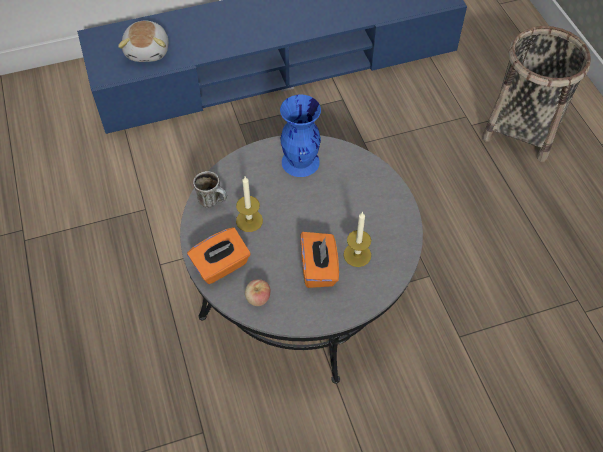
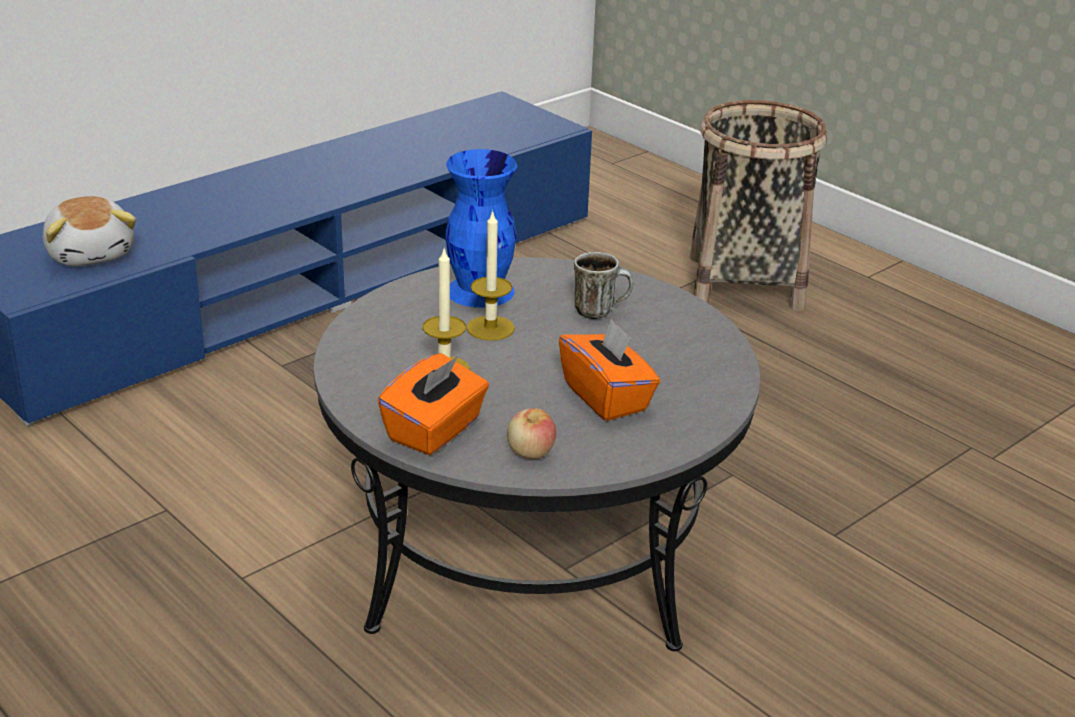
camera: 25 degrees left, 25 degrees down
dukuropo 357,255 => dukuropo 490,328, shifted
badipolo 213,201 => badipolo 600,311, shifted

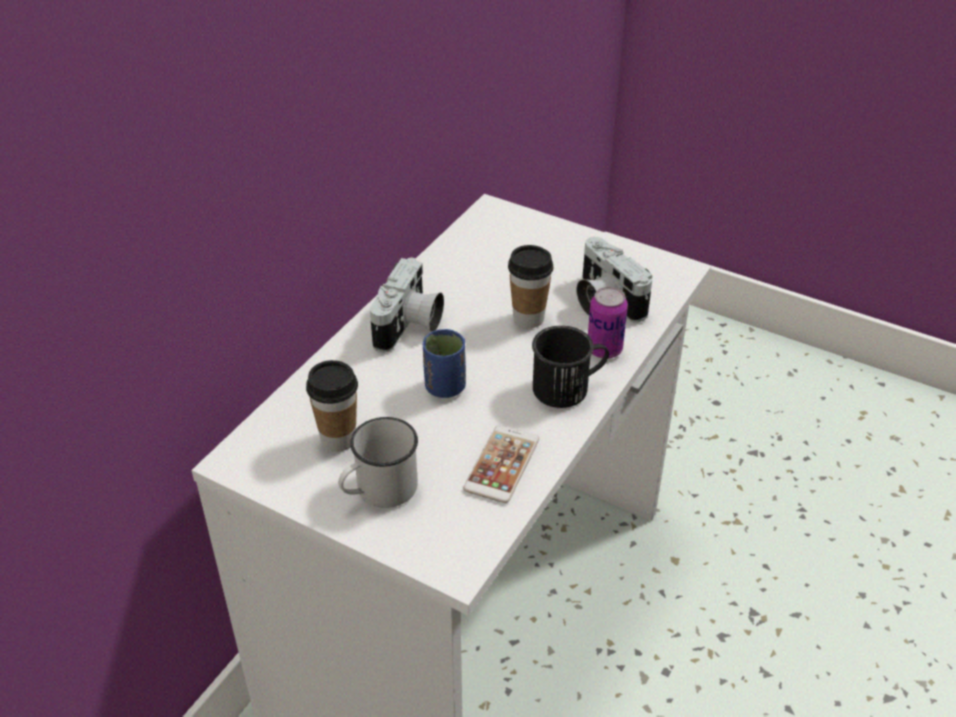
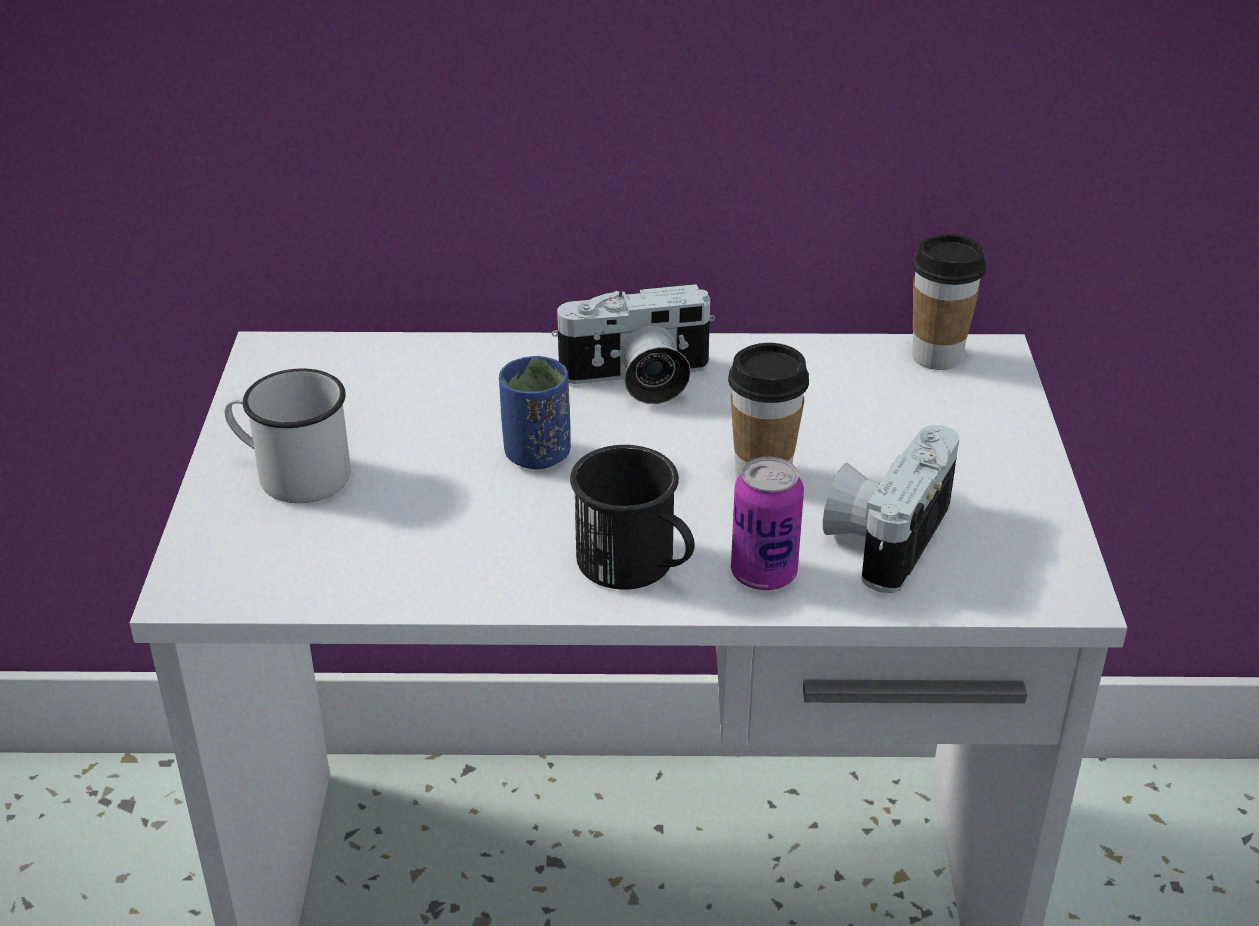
camera: 60 degrees right, 5 degrees down
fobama 338,439 => fobama 936,356, shifted
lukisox 502,464 => nothing

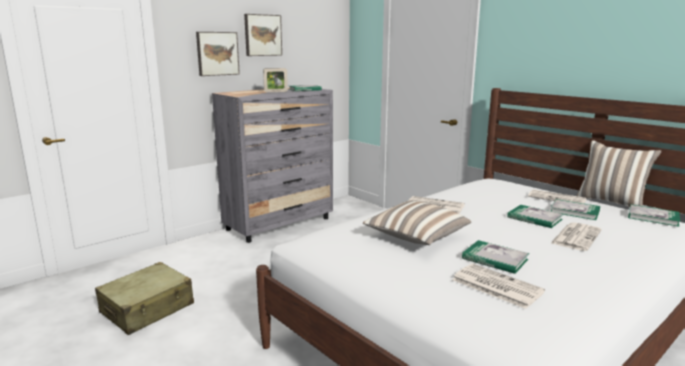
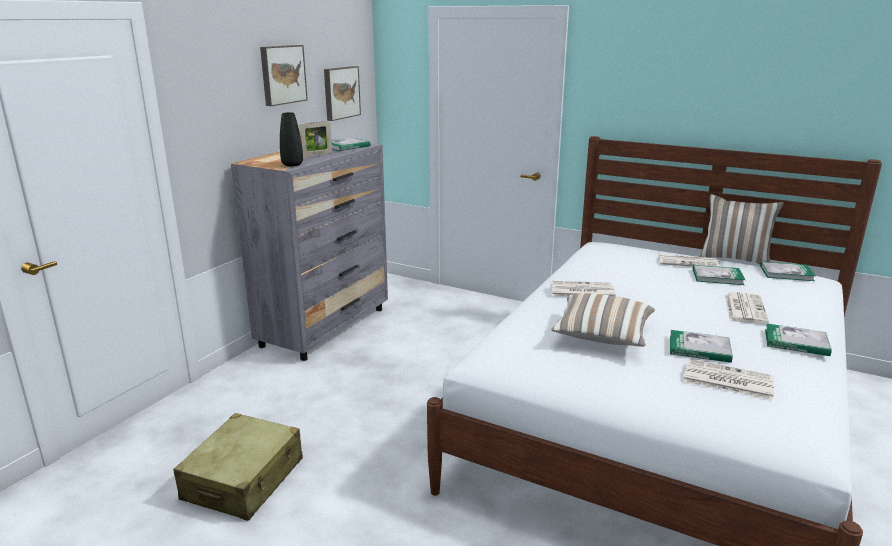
camera: 20 degrees left, 5 degrees up
nothing => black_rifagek 292,165
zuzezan 217,53 => zuzezan 340,92, shifted
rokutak 534,218 => rokutak 796,342, shifted

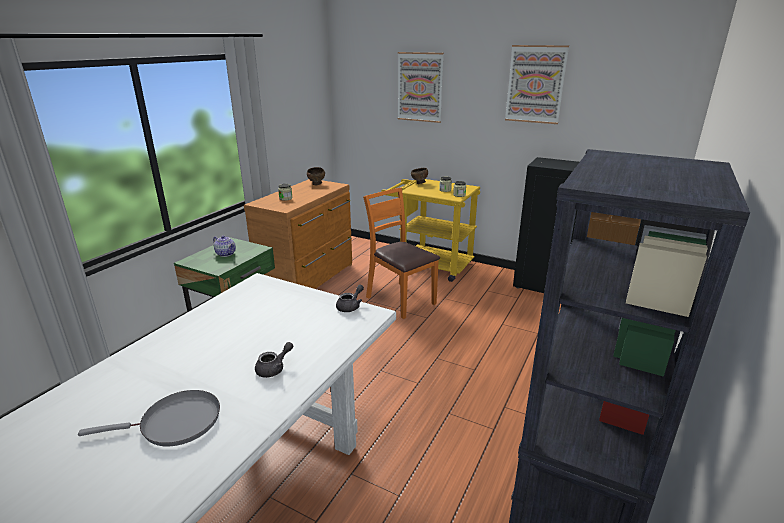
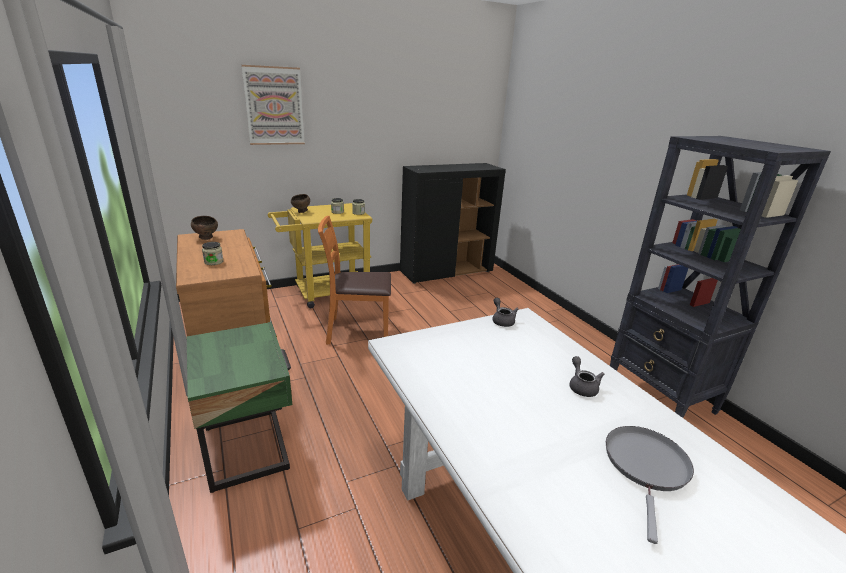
camera: 55 degrees left, 0 degrees up
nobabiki 226,253 => nothing
zuzezan 535,84 => nothing

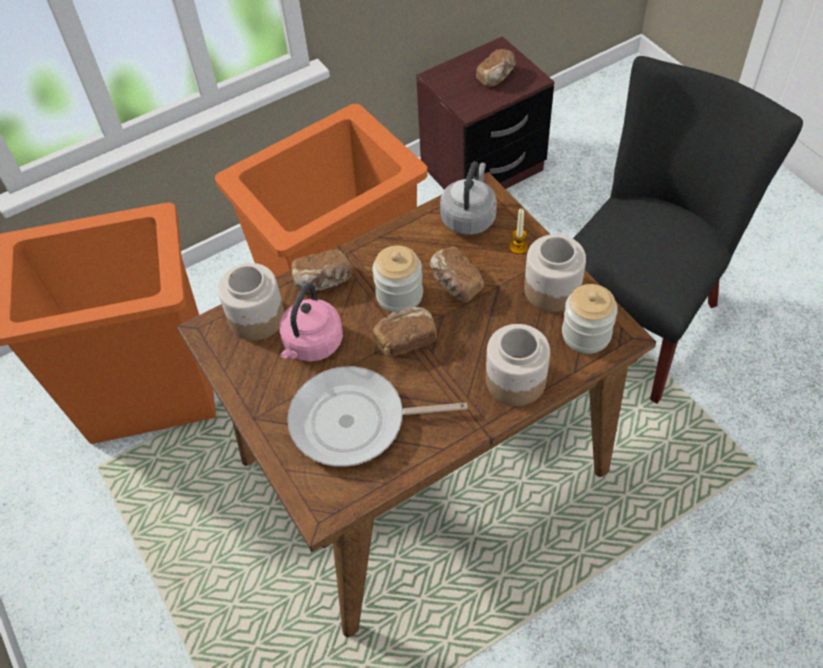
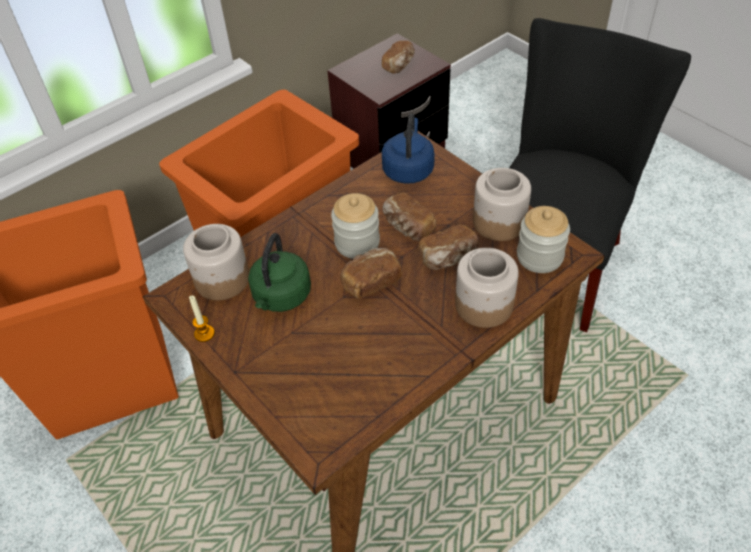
camera: 10 degrees left, 5 degrees down
dukuropo 518,247 => dukuropo 204,333, shifted
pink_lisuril 312,345 => green_lisuril 281,297
grey_lisuril 469,217 => blue_lisuril 408,169
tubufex 323,281 => tubufex 448,258, shifted
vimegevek 355,422 => nothing

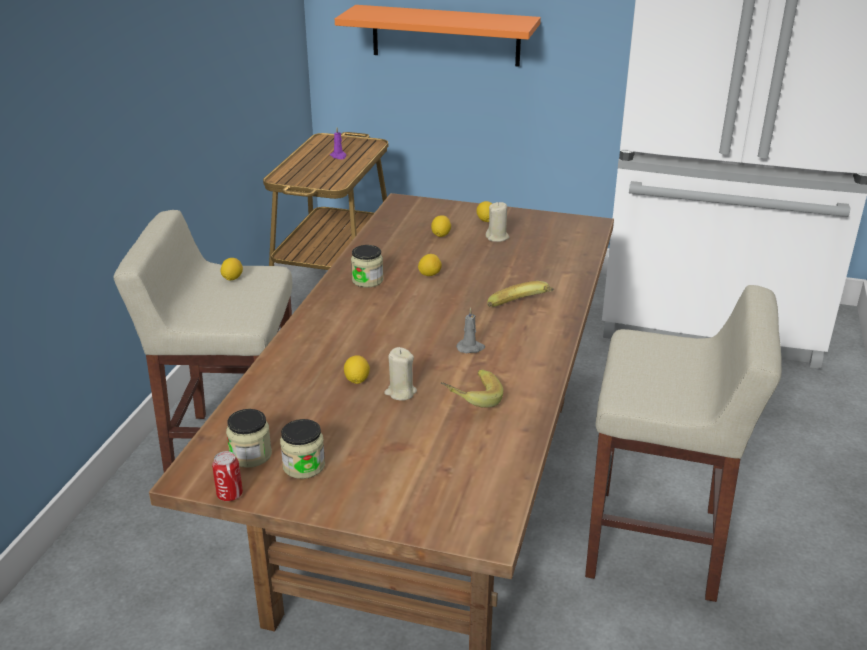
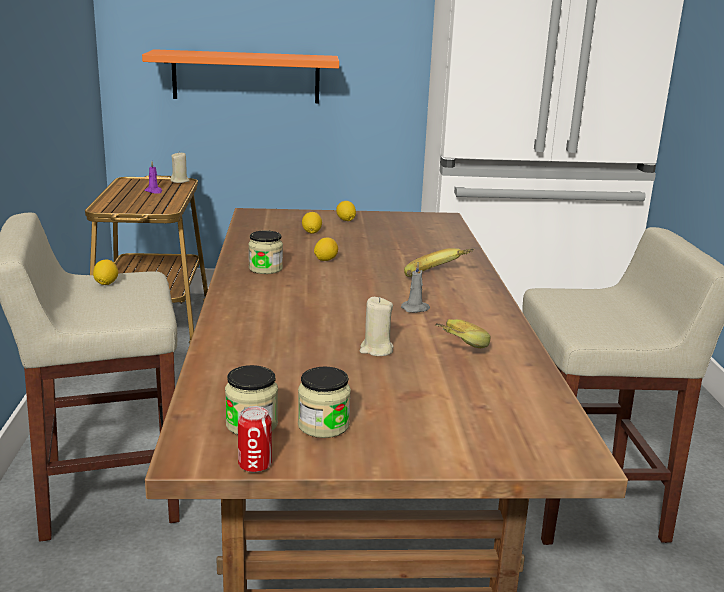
camera: 20 degrees left, 10 degrees down
beige_dukuropo 497,237 => beige_dukuropo 180,181, shifted
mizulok 357,380 => nothing

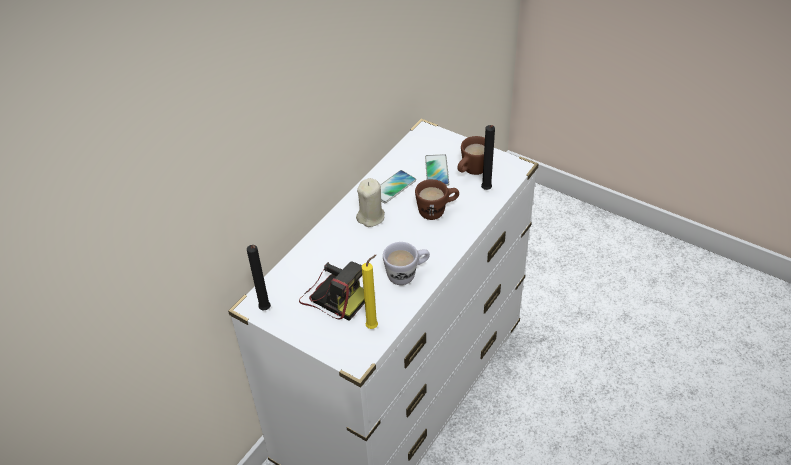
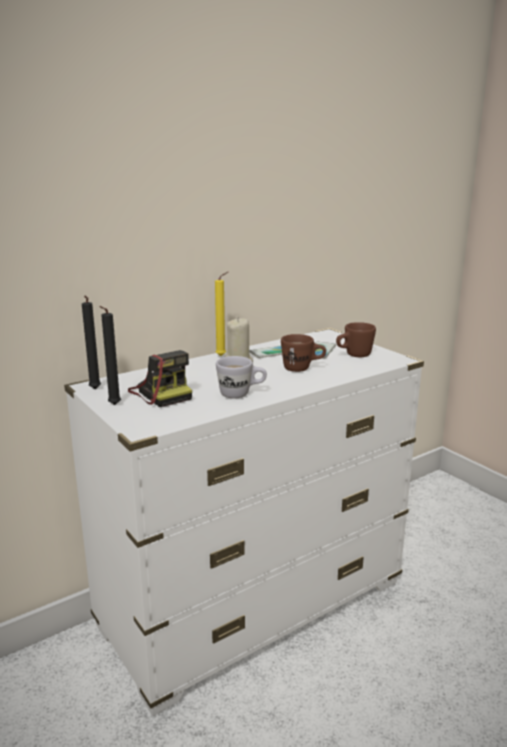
camera: 20 degrees right, 25 degrees down
black_dukuropo 486,190 => black_dukuropo 113,405, shifted
yellow_dukuropo 374,326 => yellow_dukuropo 222,356, shifted

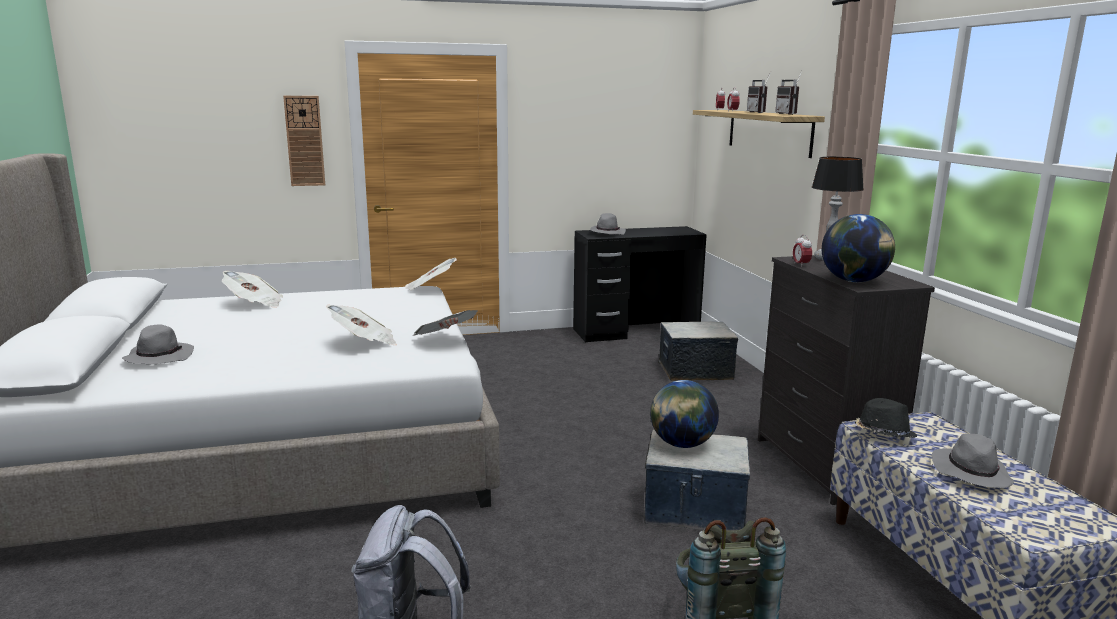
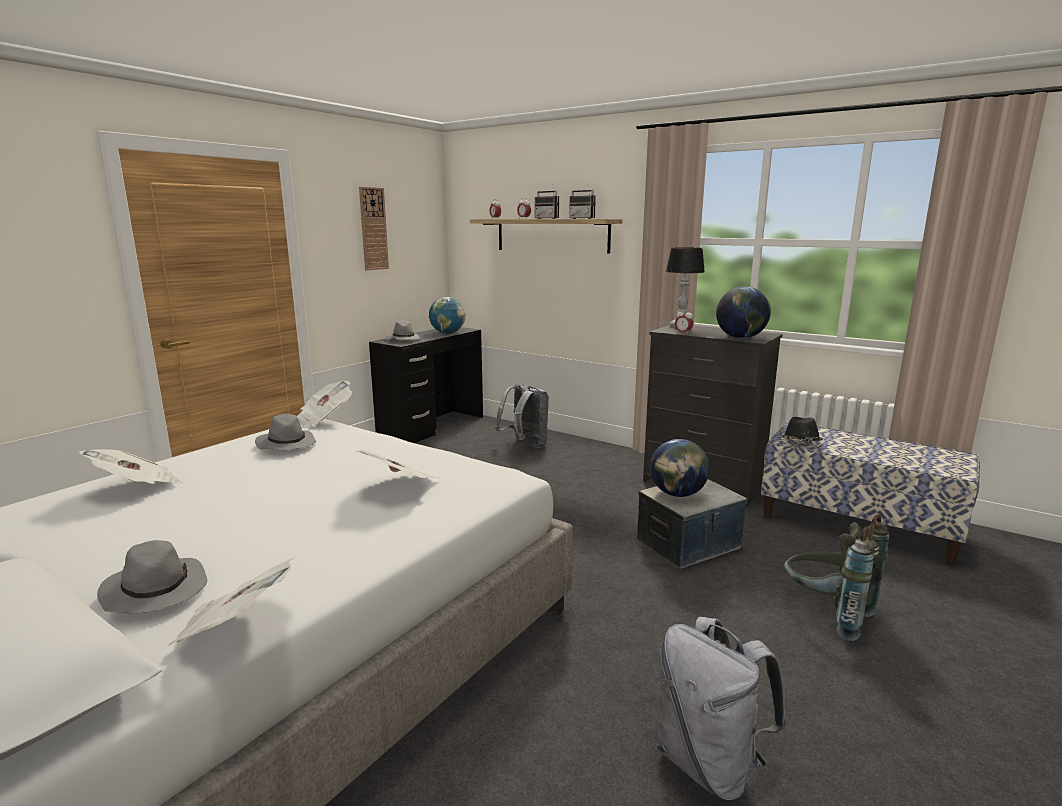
camera: 40 degrees left, 0 degrees up
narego 445,340 => narego 237,628, shifted
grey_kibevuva 970,472 => grey_kibevuva 286,444, shifted
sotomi 304,141 => sotomi 373,229, shifted
nothing => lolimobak 447,333
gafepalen 695,371 => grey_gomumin 525,445

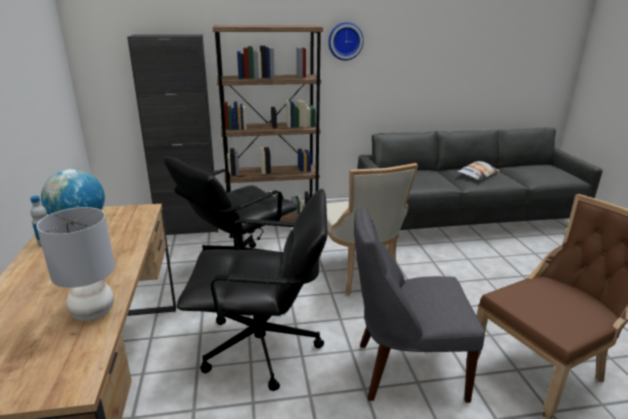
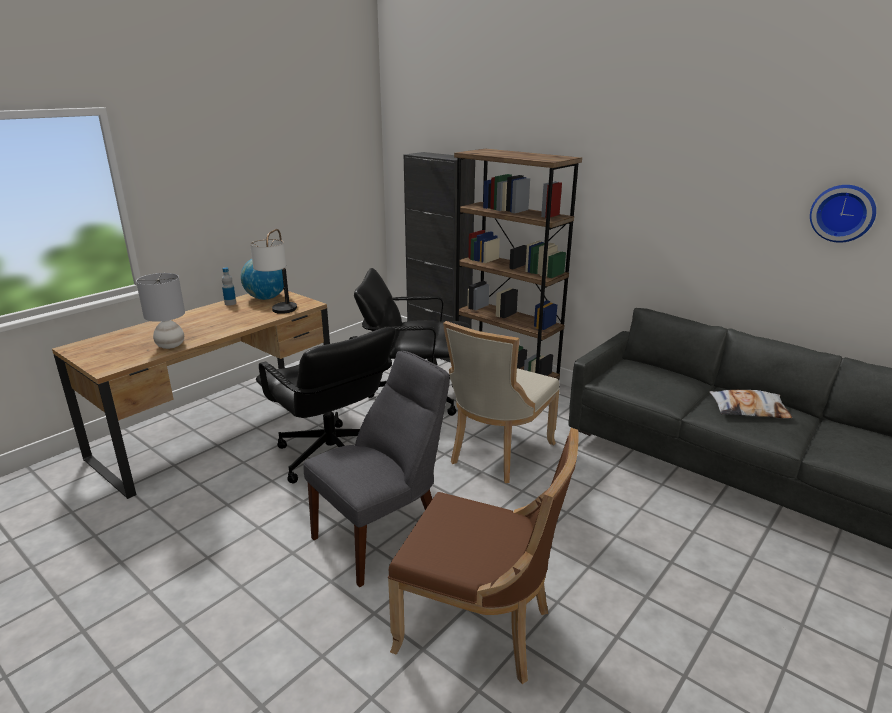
camera: 50 degrees right, 0 degrees up
nothing => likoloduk 279,313
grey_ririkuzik 404,370 => grey_ririkuzik 383,535, 90 degrees clockwise
sotomi 345,41 => sotomi 843,213, shifted

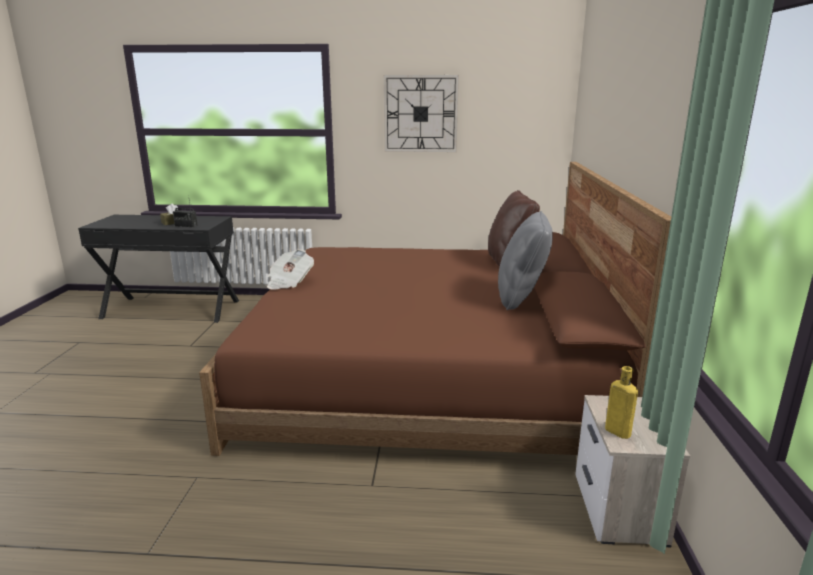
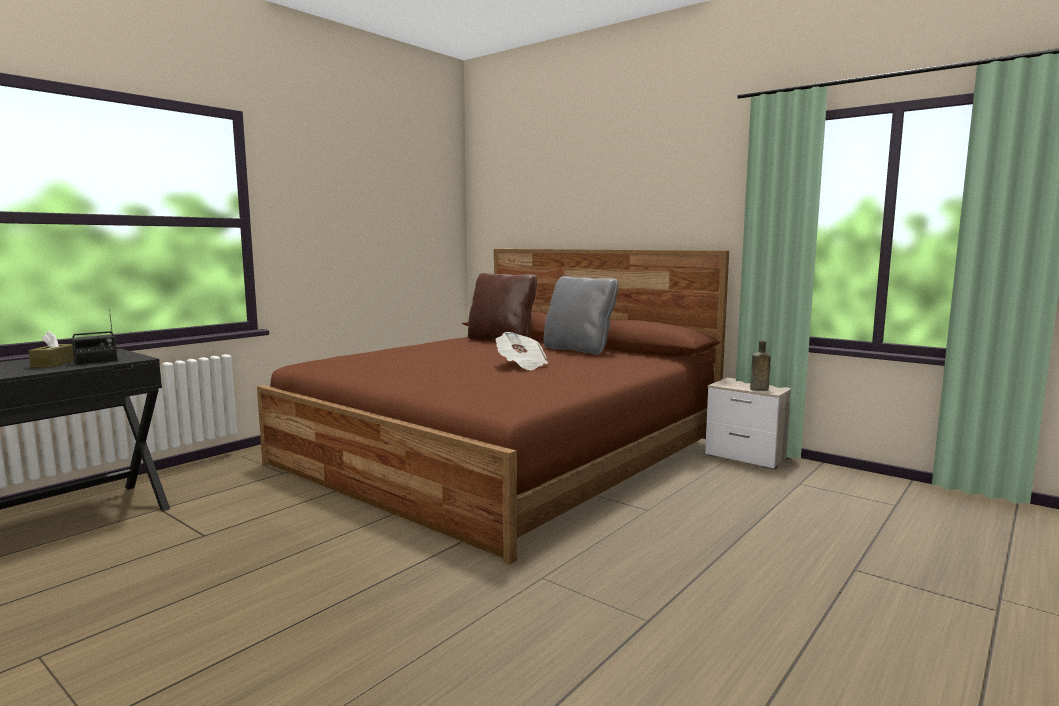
camera: 55 degrees left, 10 degrees down
narego 289,282 => narego 521,365, shifted
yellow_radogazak 616,431 => brown_radogazak 758,389
sotomi 420,114 => nothing

